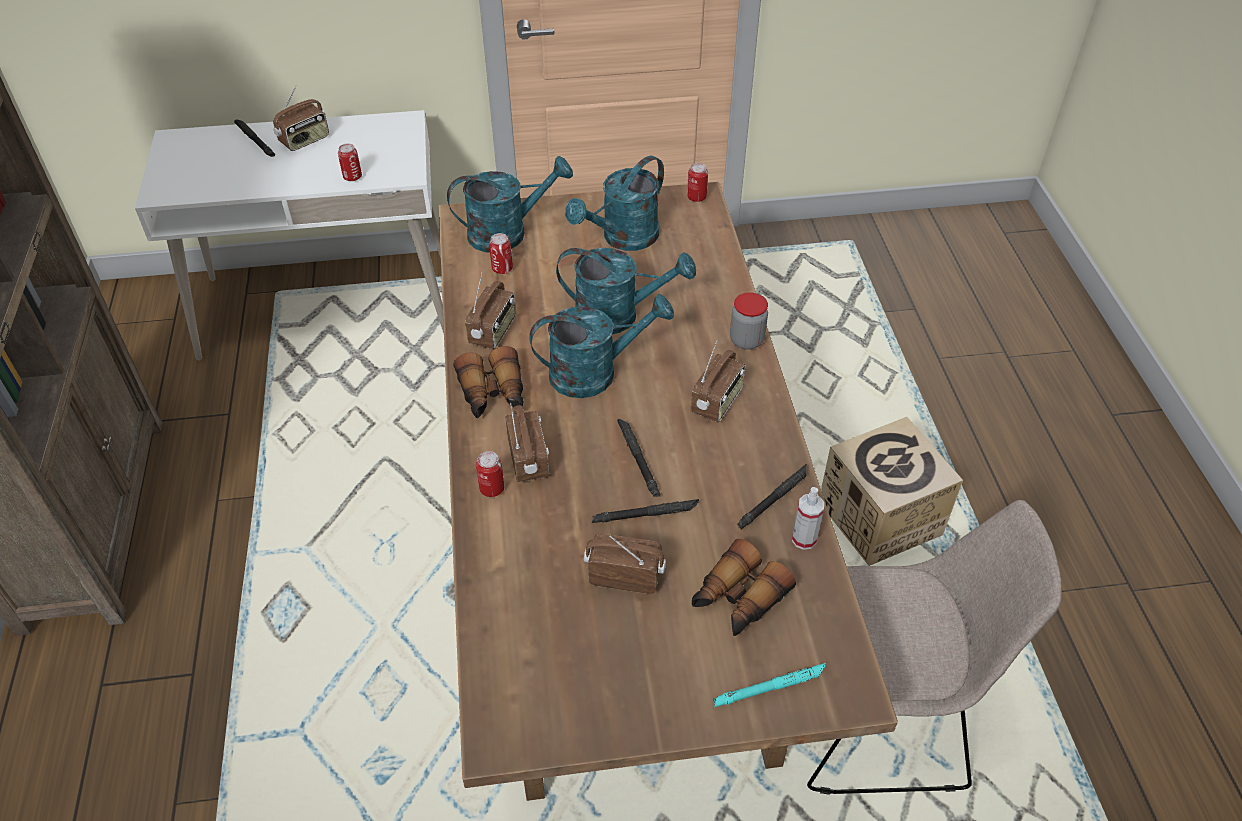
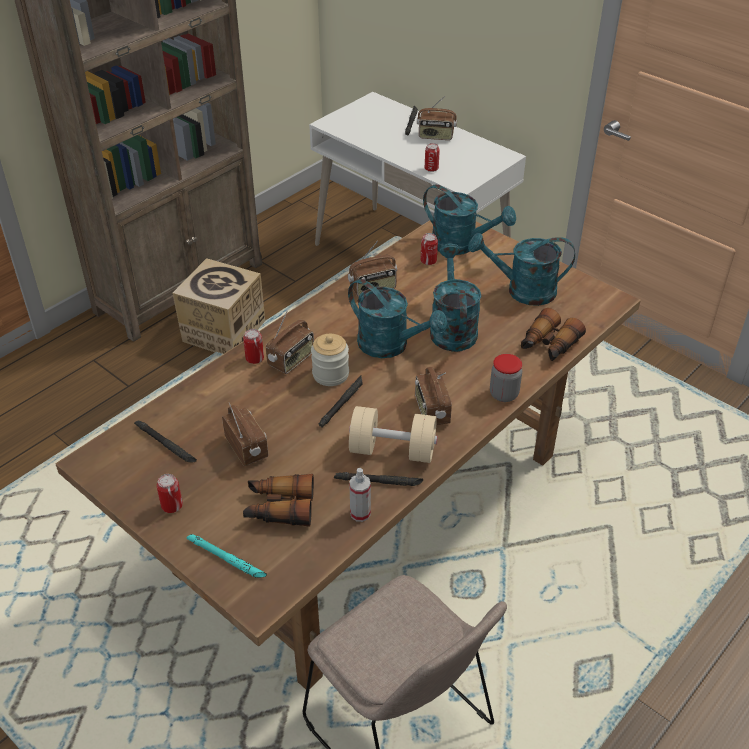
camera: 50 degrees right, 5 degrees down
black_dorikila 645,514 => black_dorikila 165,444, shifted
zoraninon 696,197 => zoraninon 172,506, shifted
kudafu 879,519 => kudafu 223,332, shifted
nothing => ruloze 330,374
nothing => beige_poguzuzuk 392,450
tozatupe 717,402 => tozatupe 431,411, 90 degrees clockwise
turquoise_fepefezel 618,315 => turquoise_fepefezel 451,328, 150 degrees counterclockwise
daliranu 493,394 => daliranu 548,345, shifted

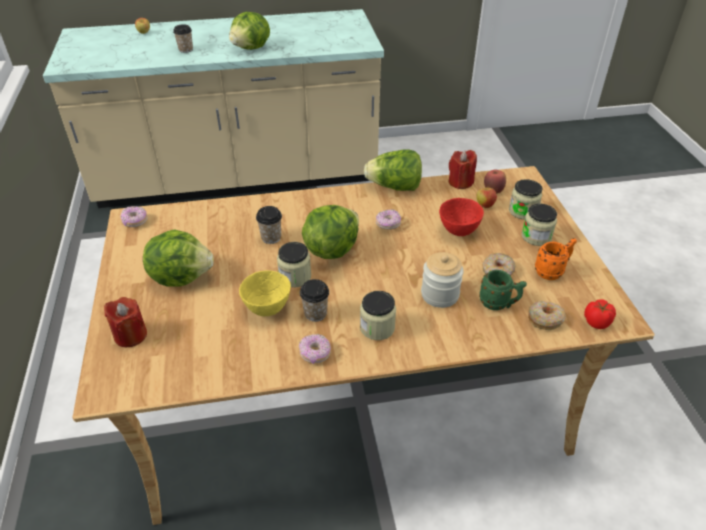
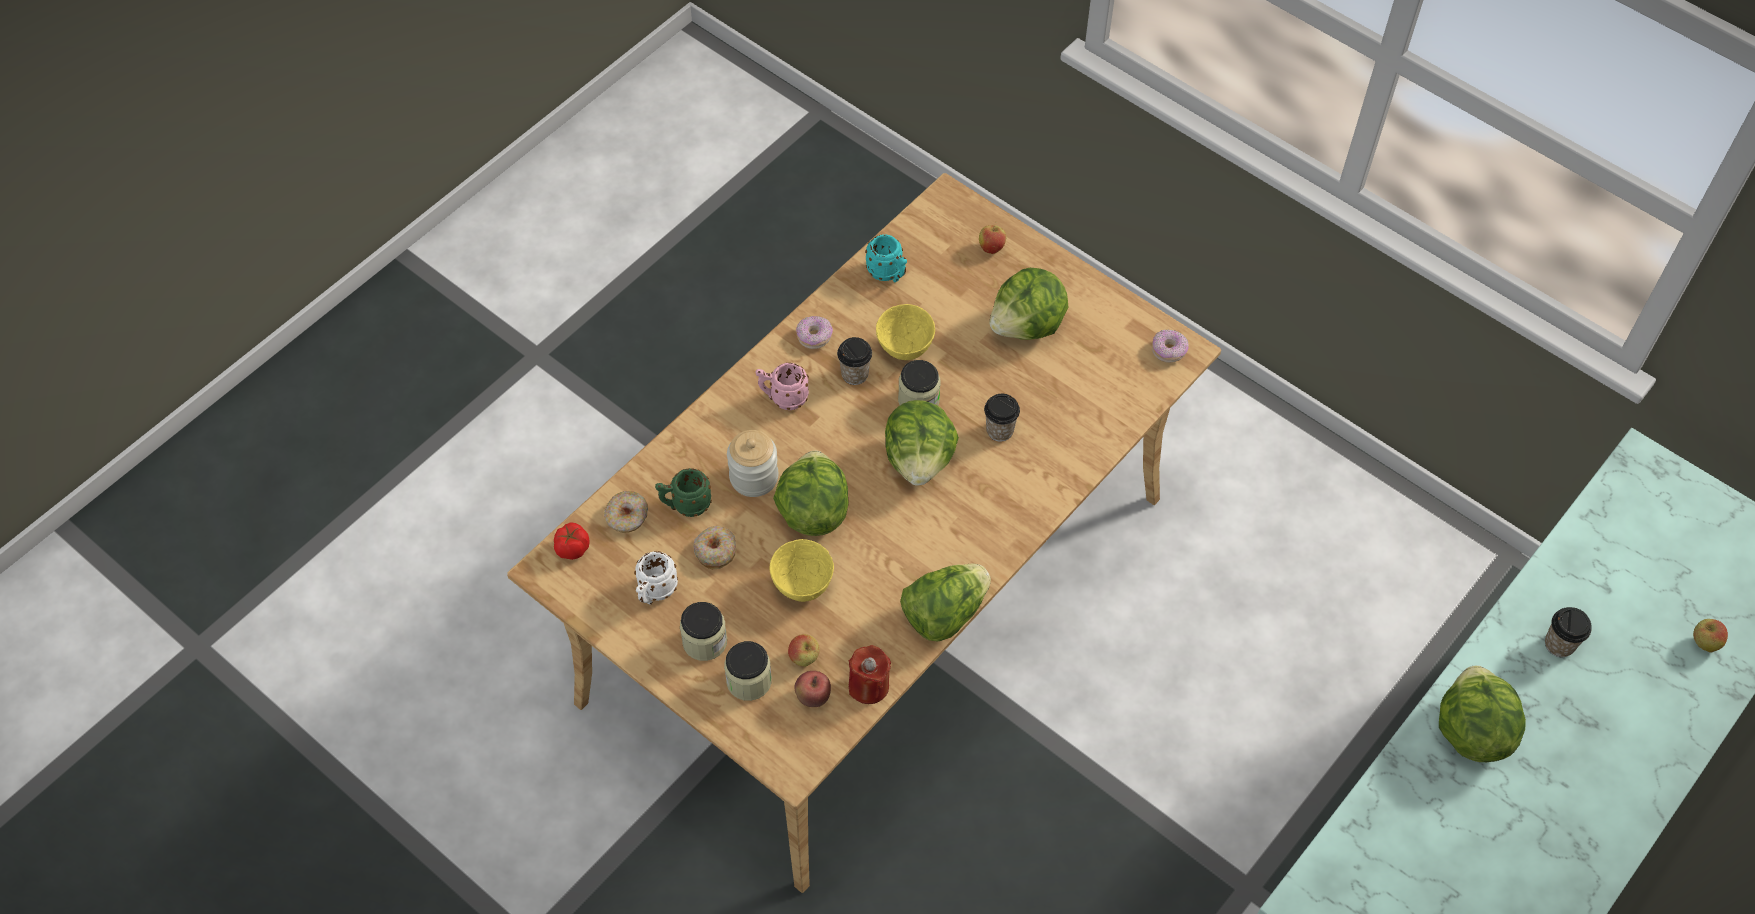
camera: 140 degrees right, 15 degrees up
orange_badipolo 552,271 => white_badipolo 655,593
ruloze 377,327 => pink_badipolo 783,398
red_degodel 459,231 => yellow_degodel 801,587
nothing => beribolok 812,512
nothing => turquoise_badipolo 888,274
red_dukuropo 130,335 => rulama 991,248
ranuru 388,224 => nothing

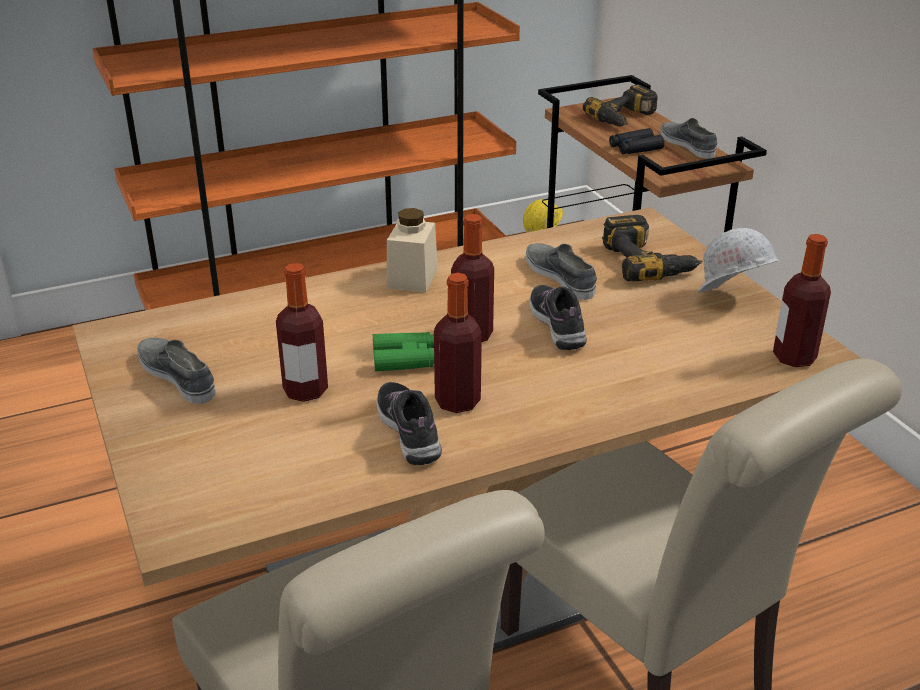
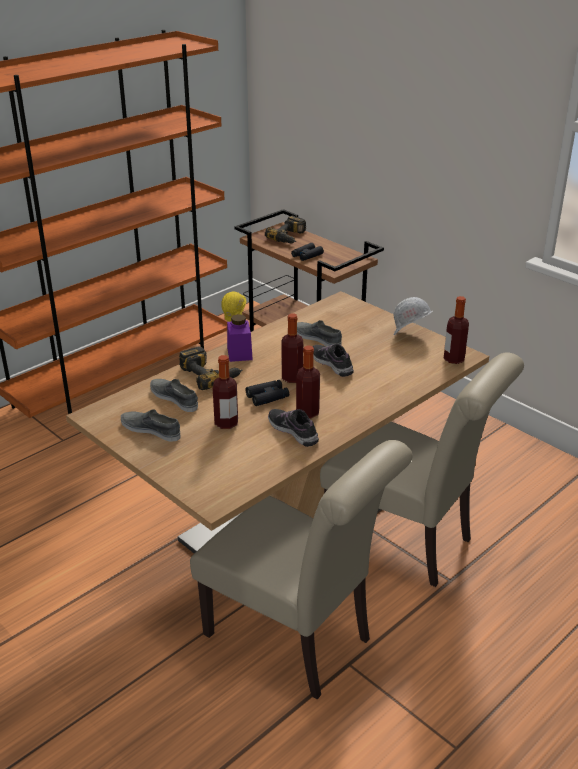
camera: 20 degrees left, 0 degrees up
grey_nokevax 687,145 => grey_nokevax 174,398, shifted
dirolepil 649,261 => dirolepil 210,374, shifted
beige_ruloze 412,278 => purple_ruloze 239,353
green_daliranu 407,359 => black_daliranu 267,397

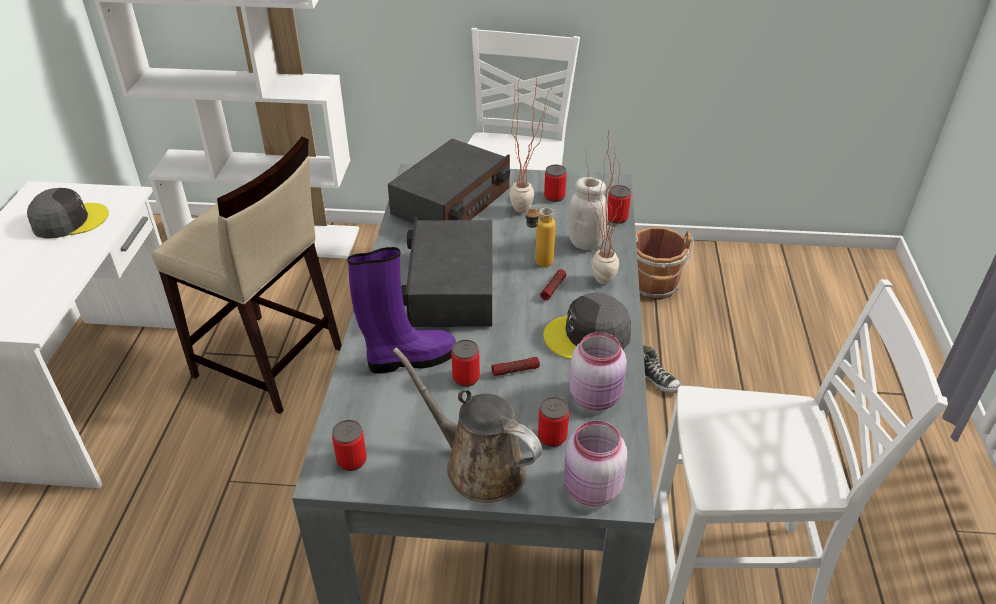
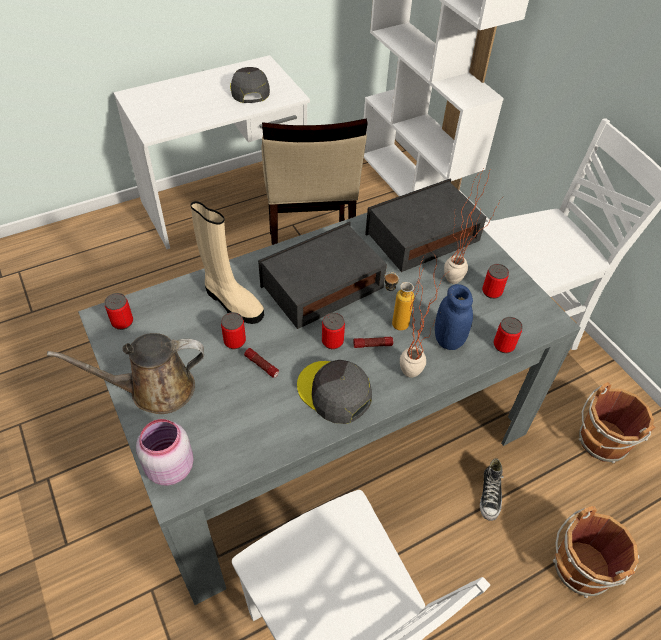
camera: 55 degrees right, 10 degrees up
brown_fepefezel 478,465 => brown_fepefezel 155,389, 105 degrees counterclockwise
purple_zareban 409,359 => beige_zareban 232,302
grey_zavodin 69,220 => grey_zavodin 249,90, 135 degrees counterclockwise
zoraninon 552,437 => zoraninon 332,341, shifted
tozatupe 451,202 => tozatupe 422,237, 150 degrees clockwise
white_ruloze 585,243 => blue_ruloze 448,340
nothing => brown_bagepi 579,569
pink_ruloze 596,397 => nothing

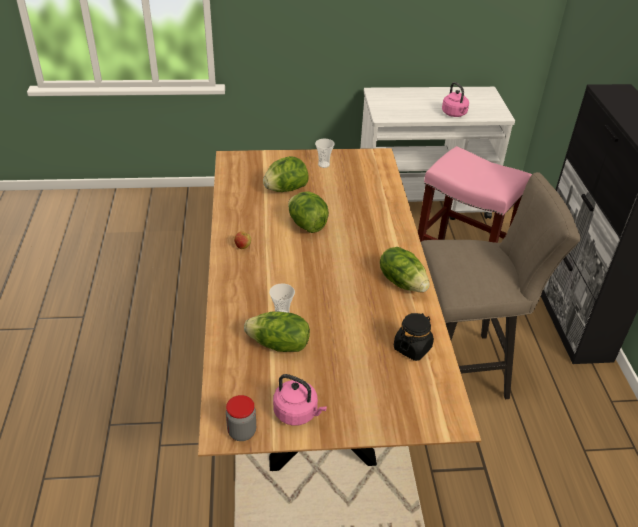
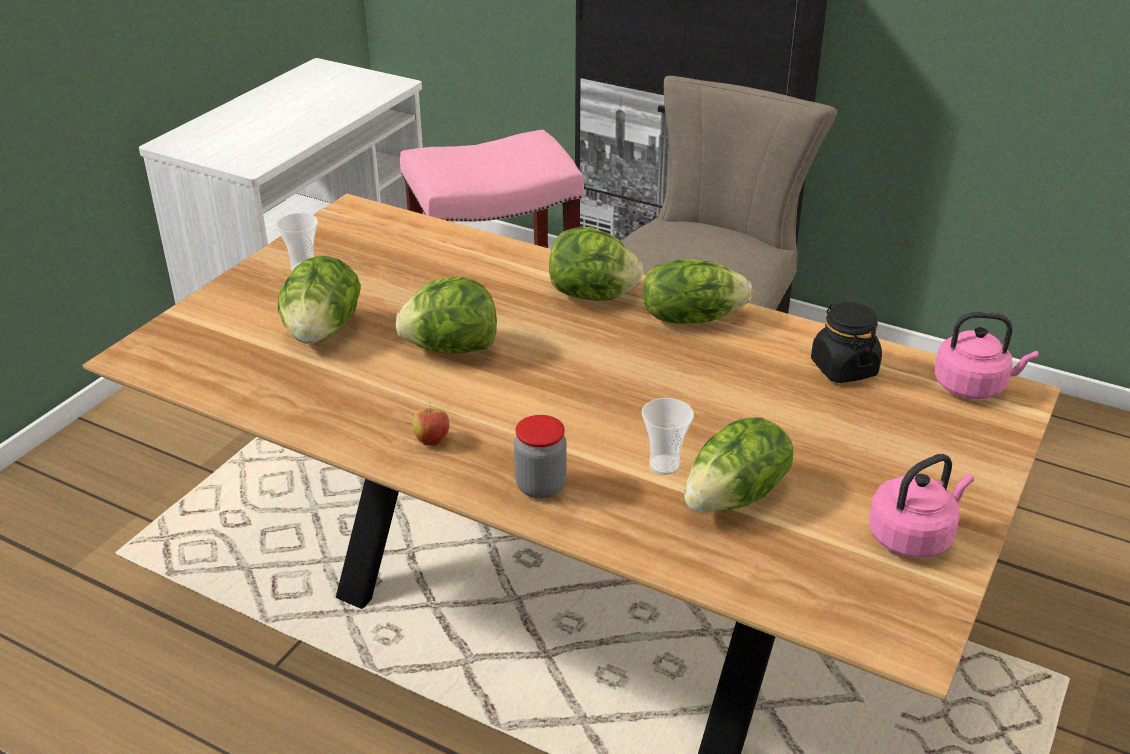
camera: 55 degrees left, 5 degrees down
ruloze 242,432 => ruloze 540,486, shifted
nothing => beribolok 592,296
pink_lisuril 455,114 => pink_lisuril 973,386, shifted

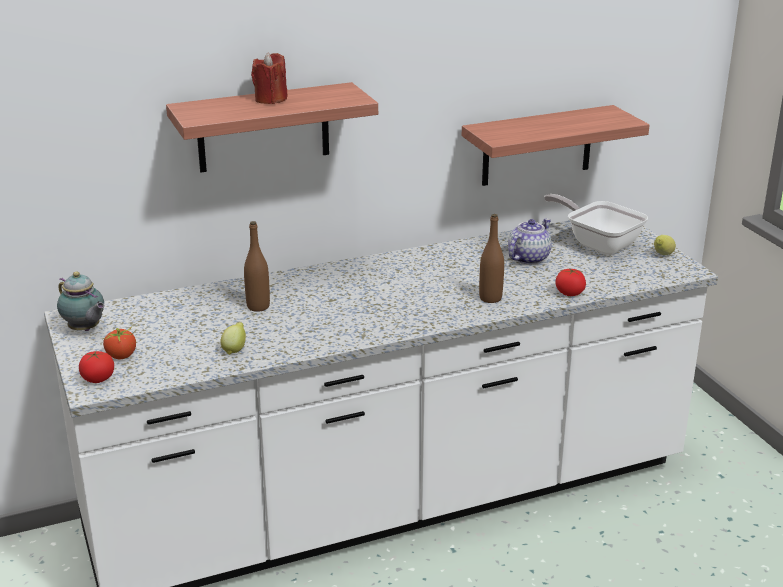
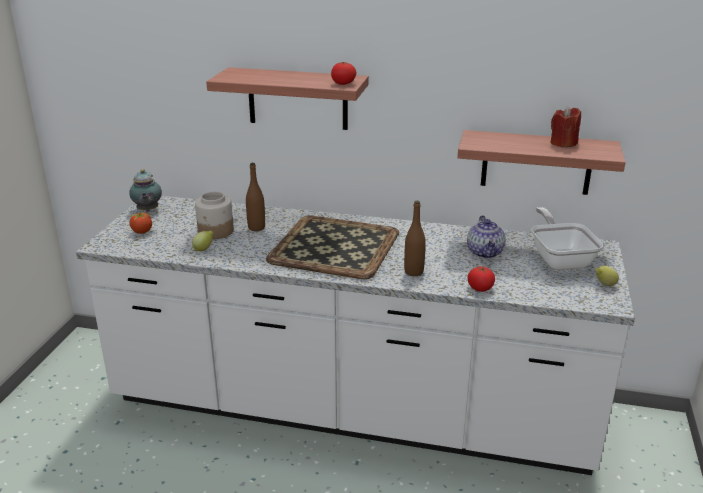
camera: 35 degrees right, 0 degrees up
nothing => ruloze 216,231
nothing => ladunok 334,246
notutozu 98,379 => notutozu 343,83, shifted
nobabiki 528,258 => nobabiki 485,253, 105 degrees clockwise
red_dukuropo 271,99 => red_dukuropo 563,143, shifted

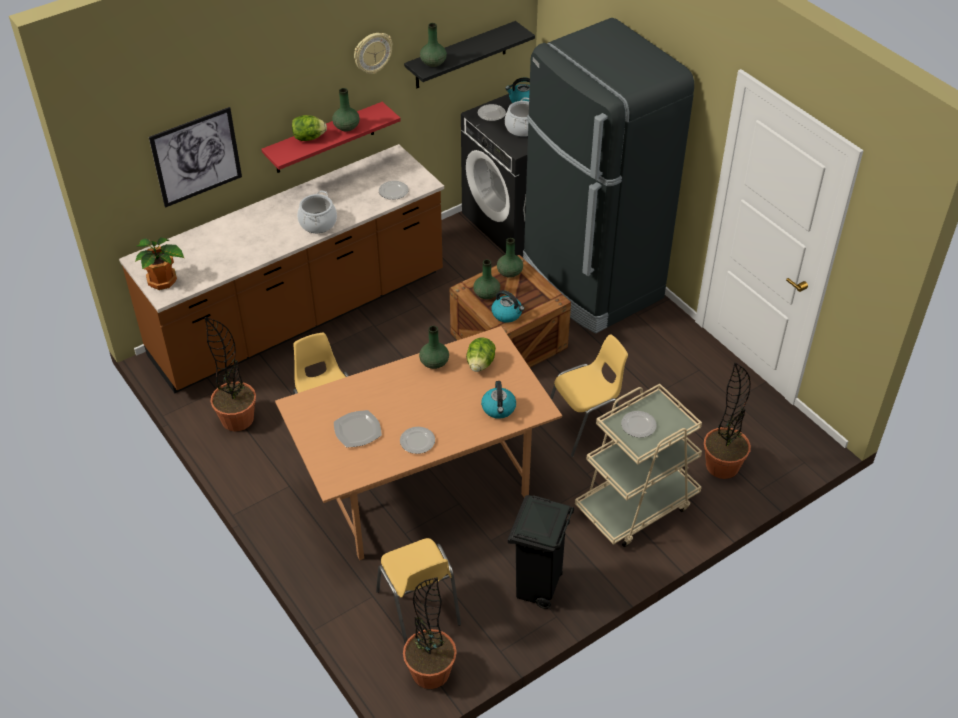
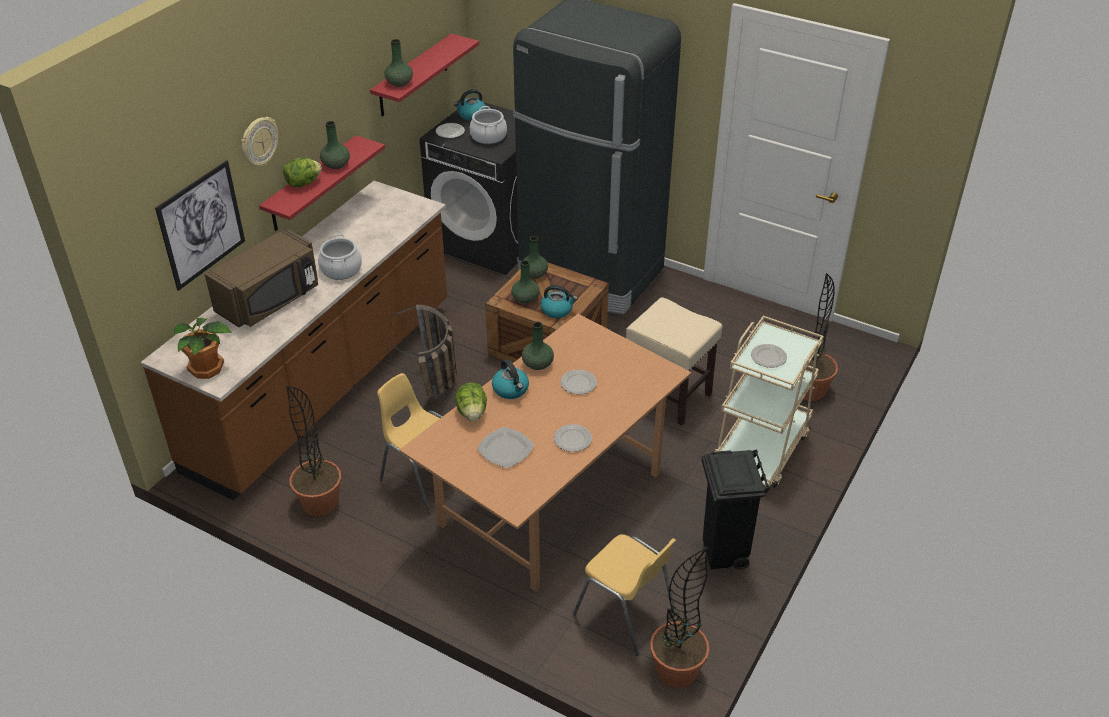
camera: 25 degrees left, 5 degrees down
nothing => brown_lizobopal 270,300
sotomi 372,53 => sotomi 259,142, shifted
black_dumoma 461,55 => red_dumoma 413,76
nothing => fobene 436,388
beribolok 480,364 => beribolok 472,413, shifted
lisuril 499,409 => lisuril 511,389, shifted
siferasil 394,192 => siferasil 579,383, shifted
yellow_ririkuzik 585,426 => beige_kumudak 669,396

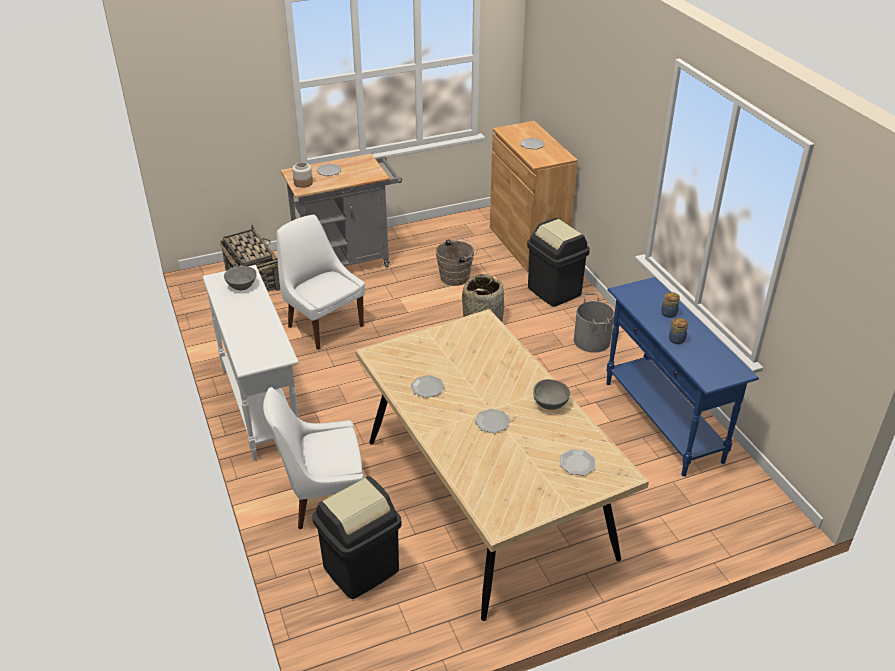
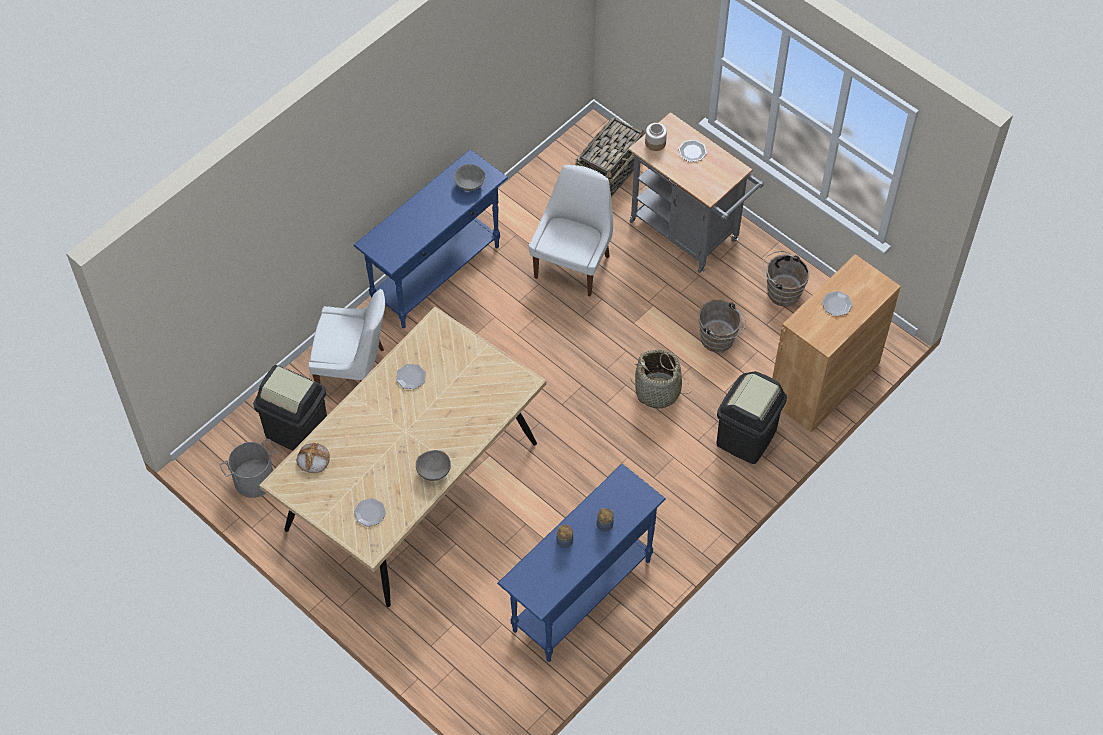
camera: 65 degrees right, 20 degrees up
grey_bagepi 591,341 => grey_bagepi 254,479, shifted
nothing => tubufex 313,459
white_ririkuzik 323,499 => white_ririkuzik 354,371, 135 degrees clockwise
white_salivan 261,406 => blue_salivan 437,274
nothing => brown_bagepi 781,291
siferasil 492,422 => nothing

